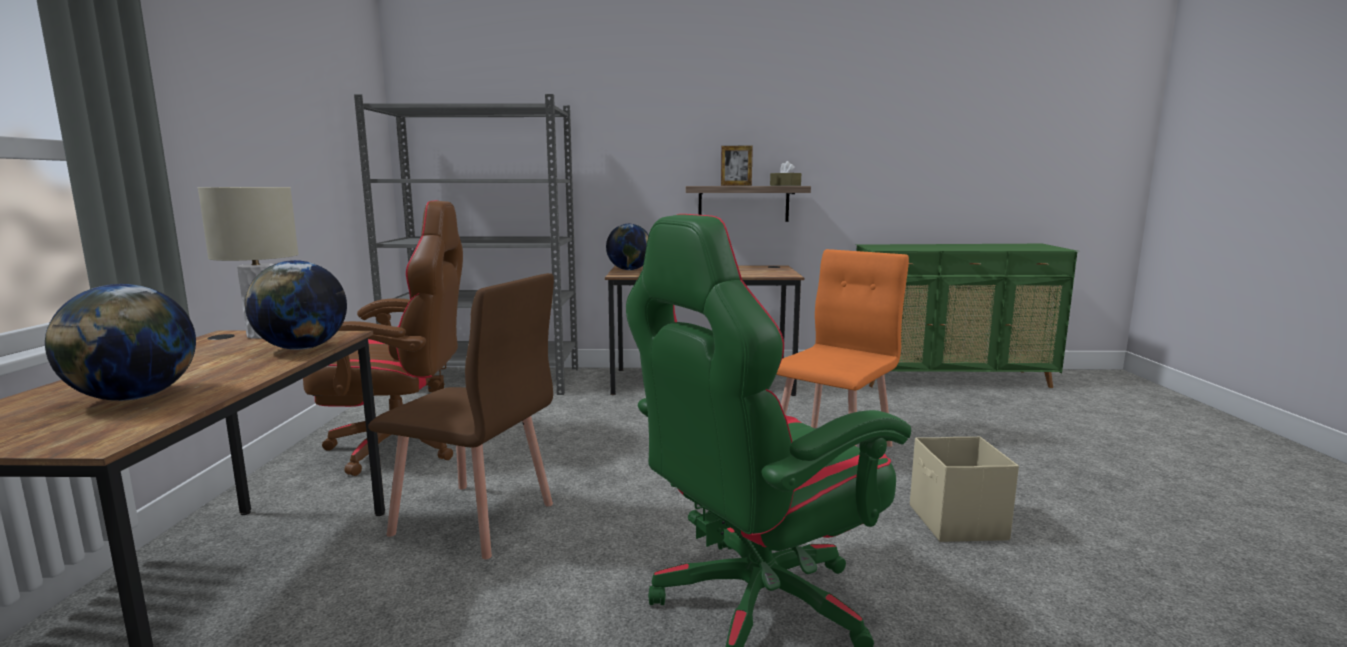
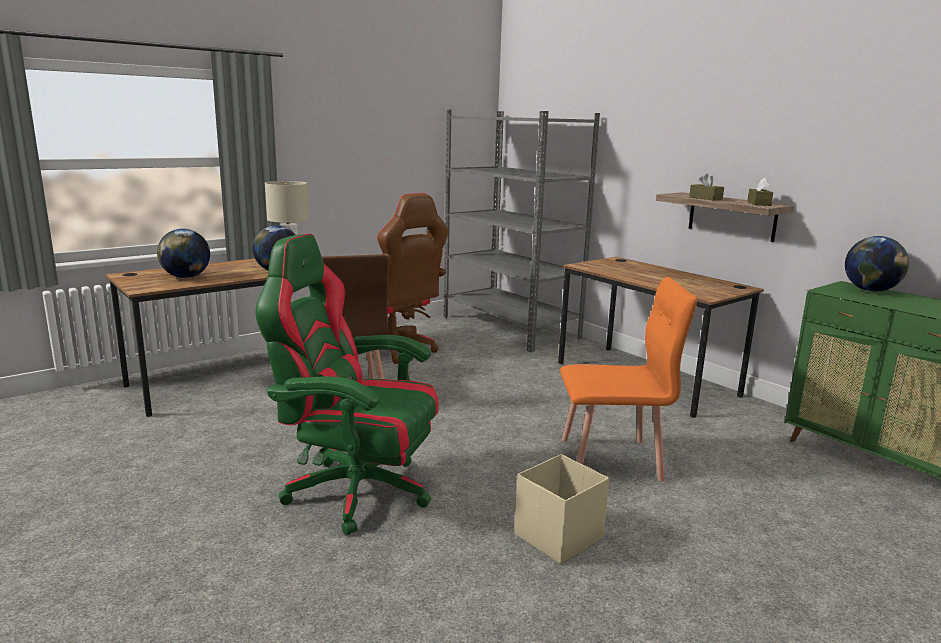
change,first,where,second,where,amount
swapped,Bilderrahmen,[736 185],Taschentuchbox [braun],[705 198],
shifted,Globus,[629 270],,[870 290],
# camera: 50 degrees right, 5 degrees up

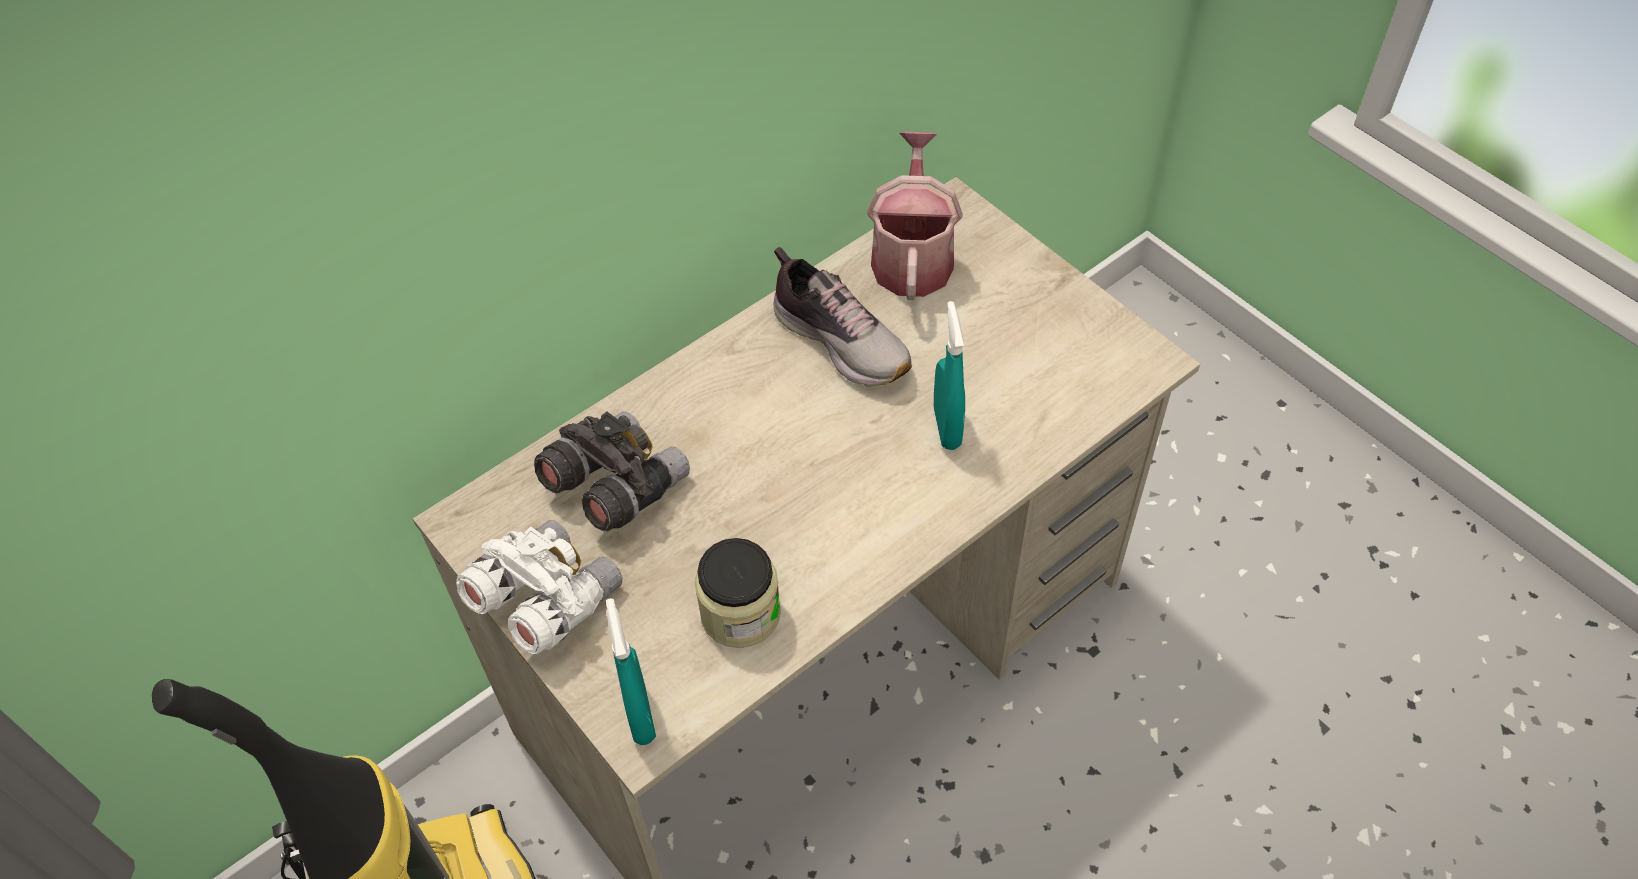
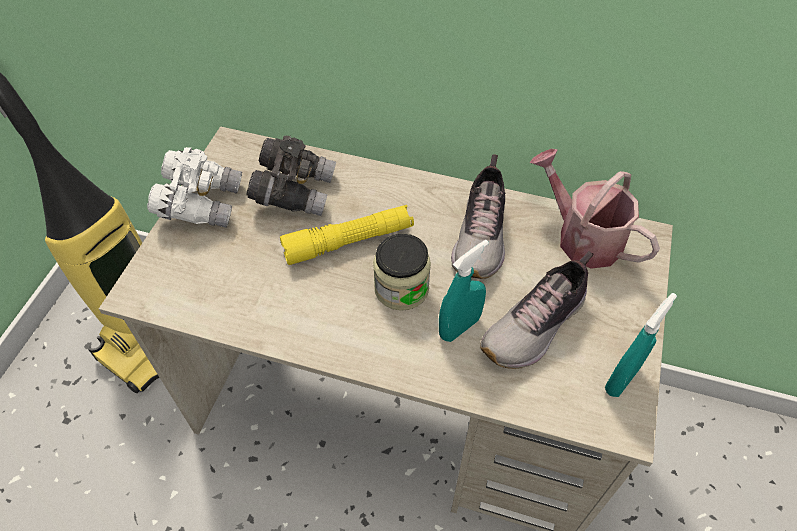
change,first,where,second,where,amount
new,,,Taschenlampe [gelb],[349 242],
shifted,Vorratsglas,[740 613],,[401 288],
new,,,Schuh,[536 326],
rotated,Gießkanne,[912 256],,[582 236],105 degrees counterclockwise
shifted,Sprühflasche [türkis],[640 715],,[621 379],
# camera: 55 degrees right, 0 degrees up

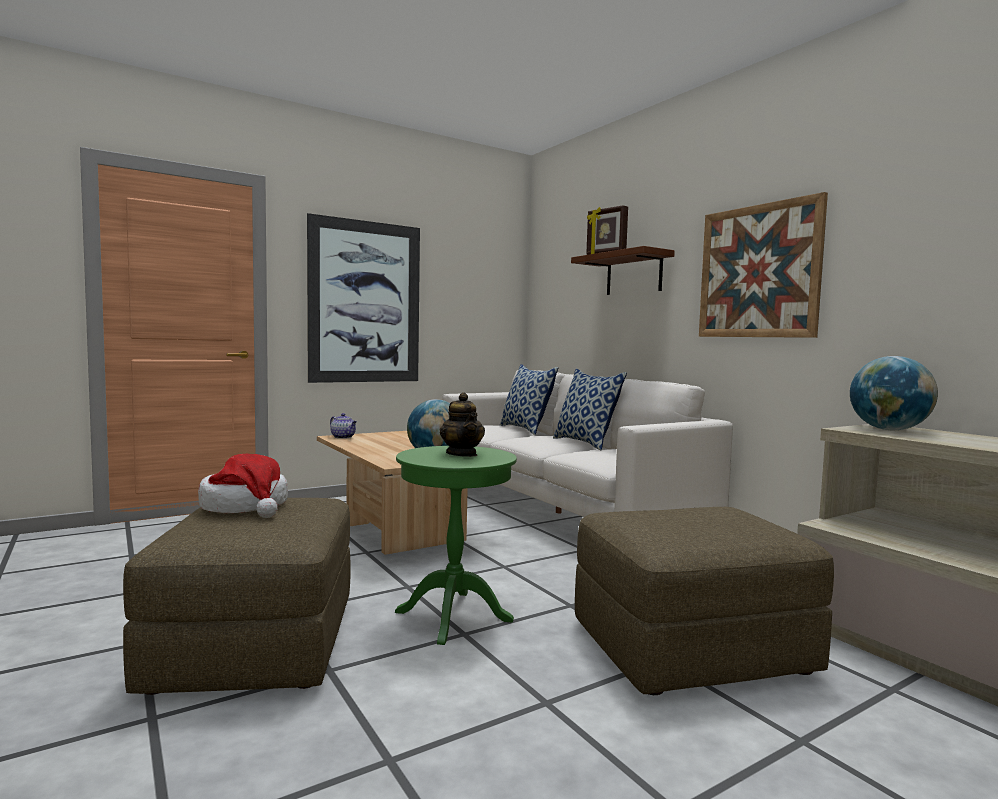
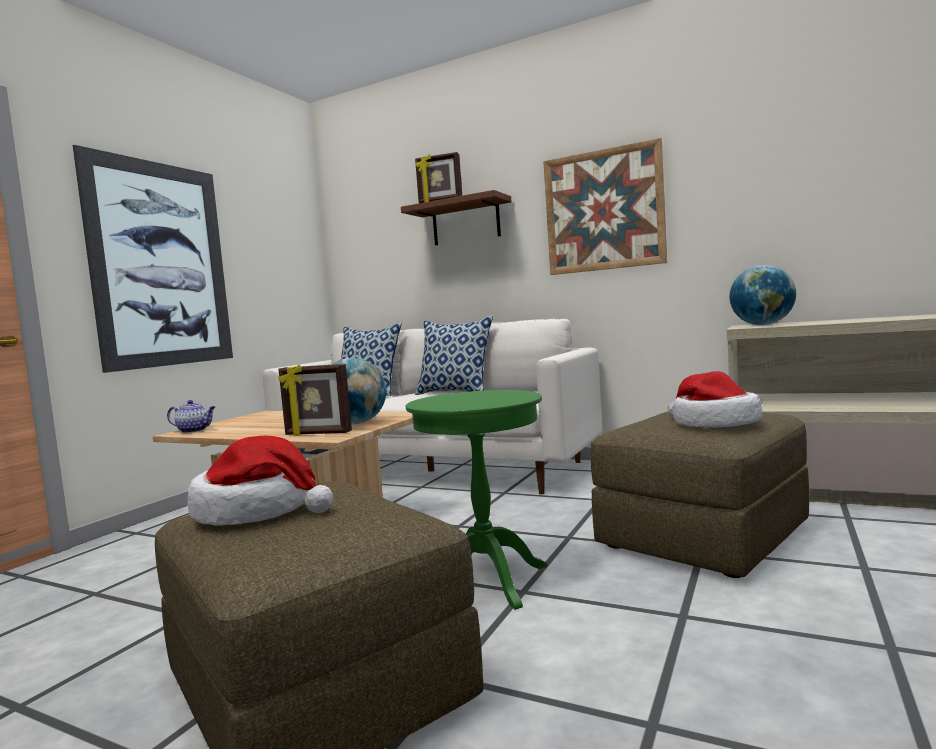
change,first,where,second,where,amount
new,,,Bilderrahmen,[318 434],
new,,,Hut,[713 423],
gone,Teekanne,[462 454],,,
# camera: 30 degrees left, 0 degrees up

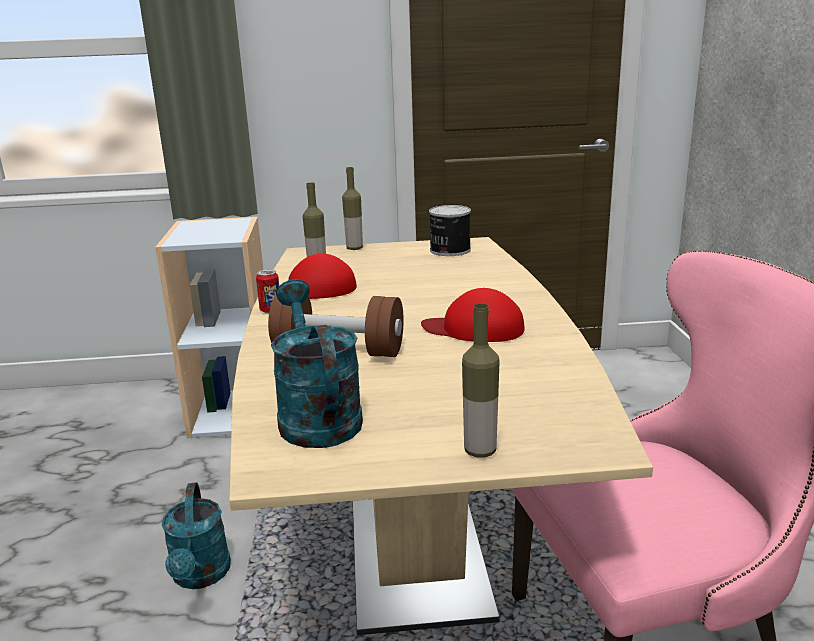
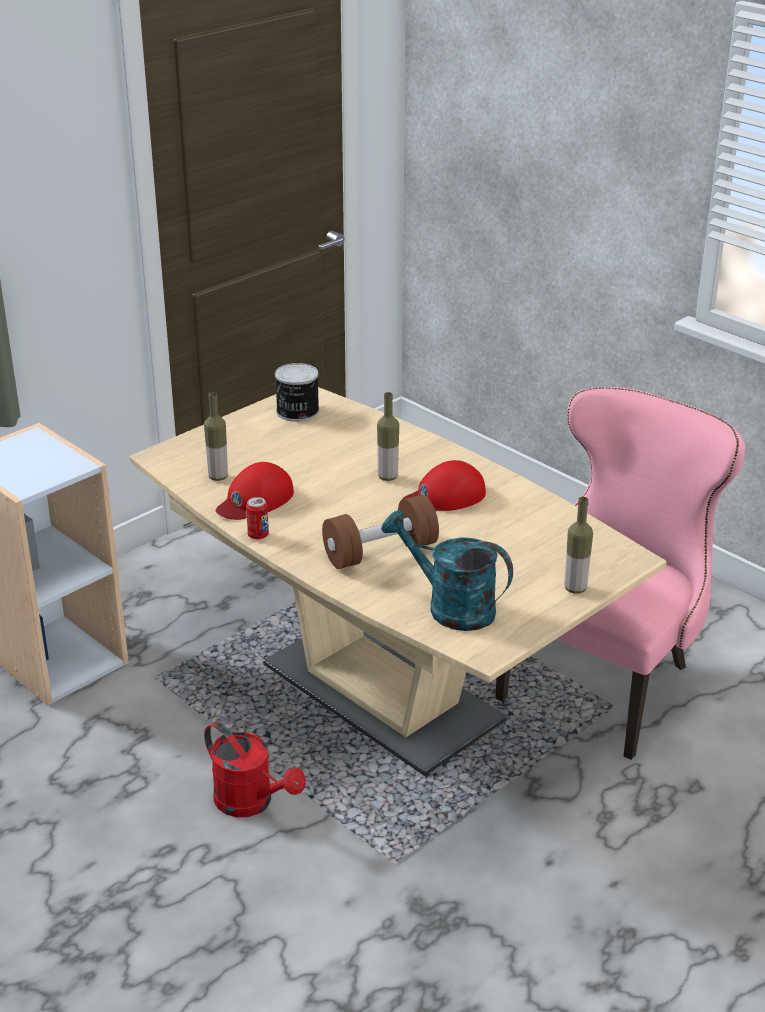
change,first,where,second,where,amount
repainted,Gießkanne [türkis],[200 576],Gießkanne [rot],[251 802],
shifted,Flasche,[354 248],,[387 477],
# camera: 40 degrees left, 10 degrees up

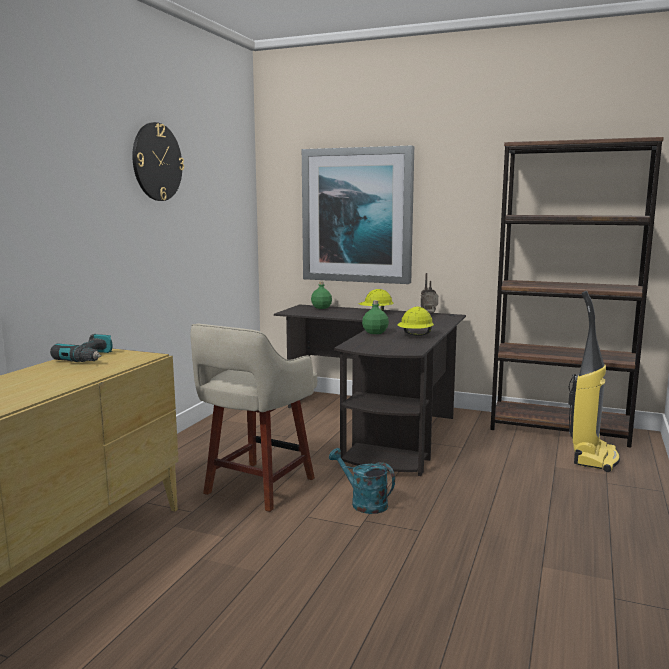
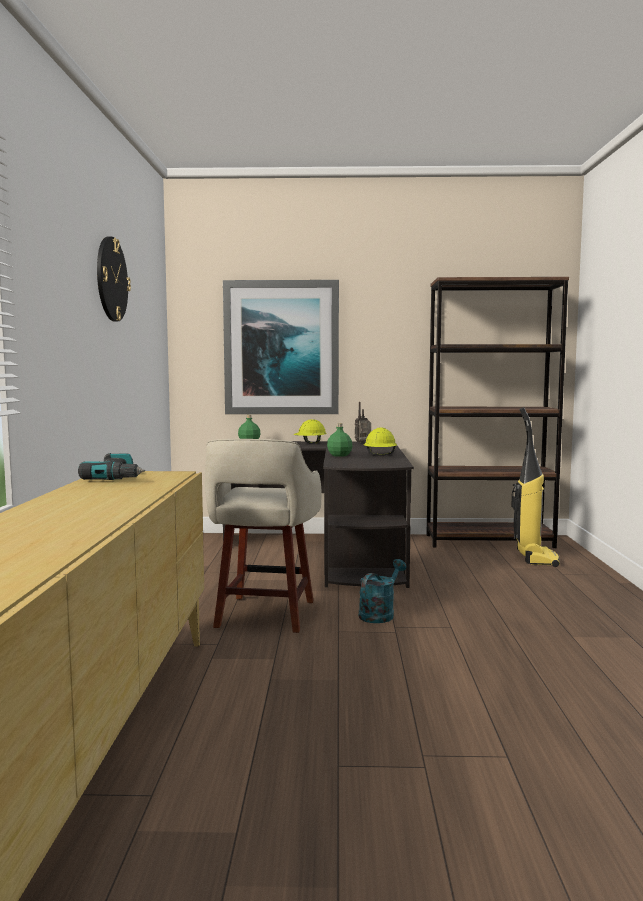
change,first,where,second,where,amount
rotated,Gießkanne [türkis],[363 503],,[379 614],105 degrees clockwise
# camera: 20 degrees left, 5 degrees down

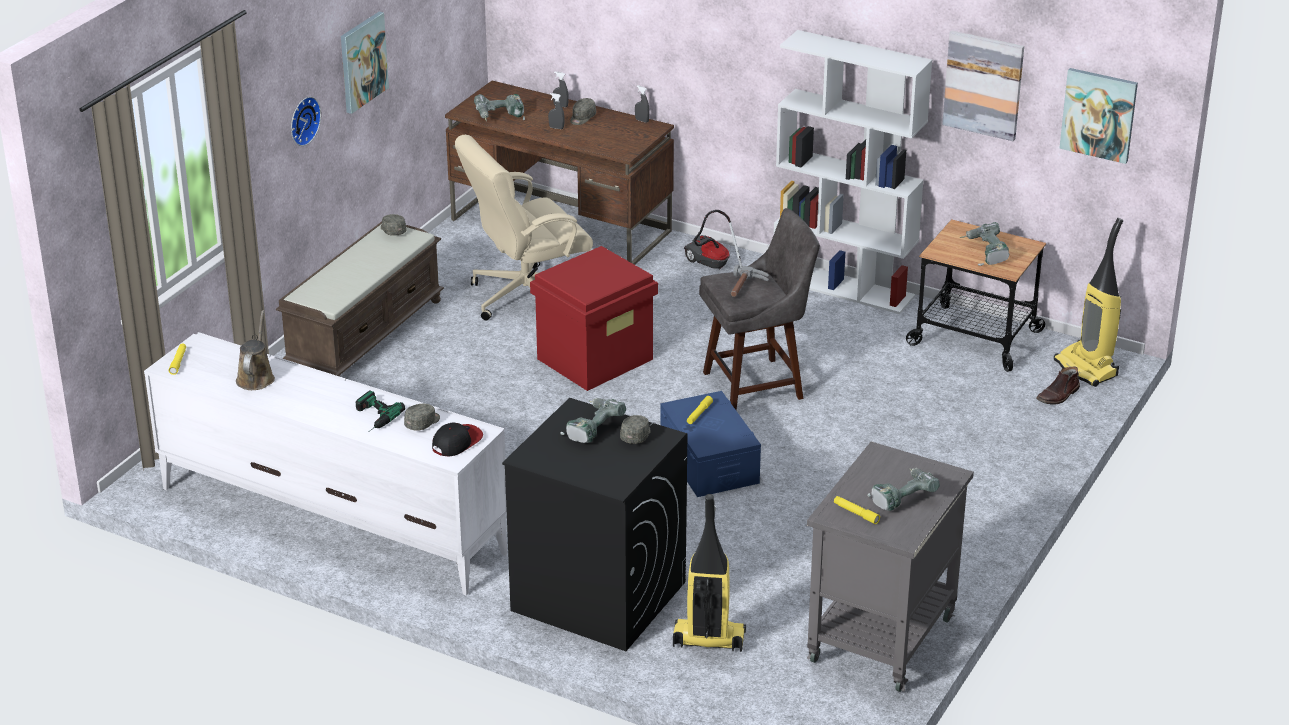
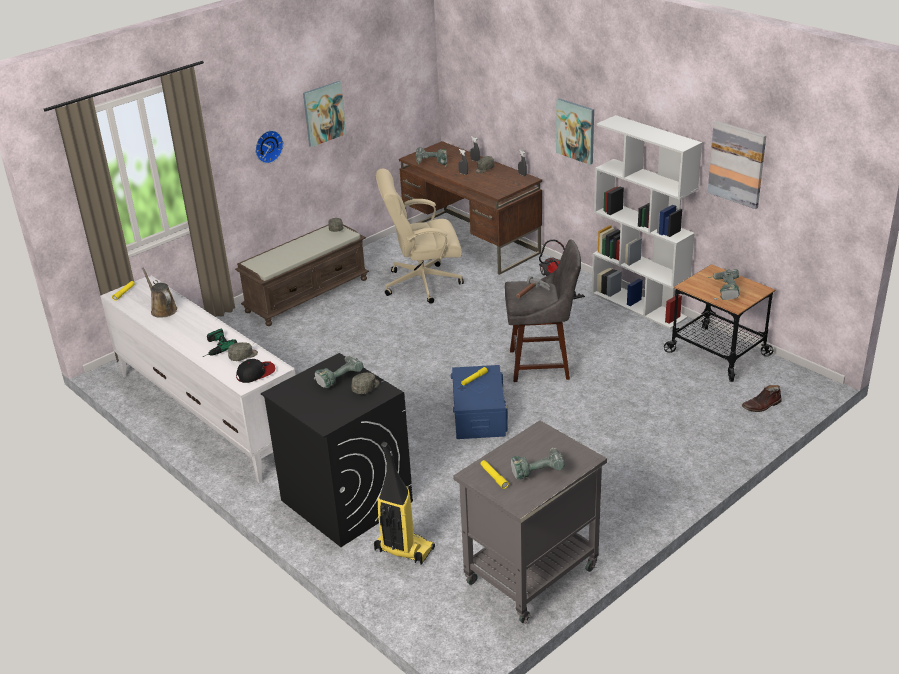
change,first,where,second,where,amount
rotated,Gießkanne [braun],[256 377],,[162 309],60 degrees counterclockwise
shifted,Bild,[1099 114],,[576 131],
gone,Aufbewahrungsbox [rot],[595 358],,,
gone,Staubsauger,[1087 369],,,
# camera: 20 degrees right, 0 degrees up

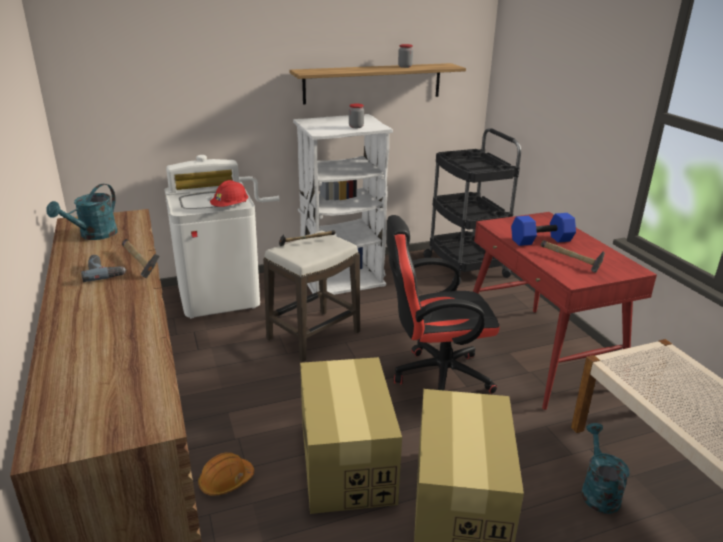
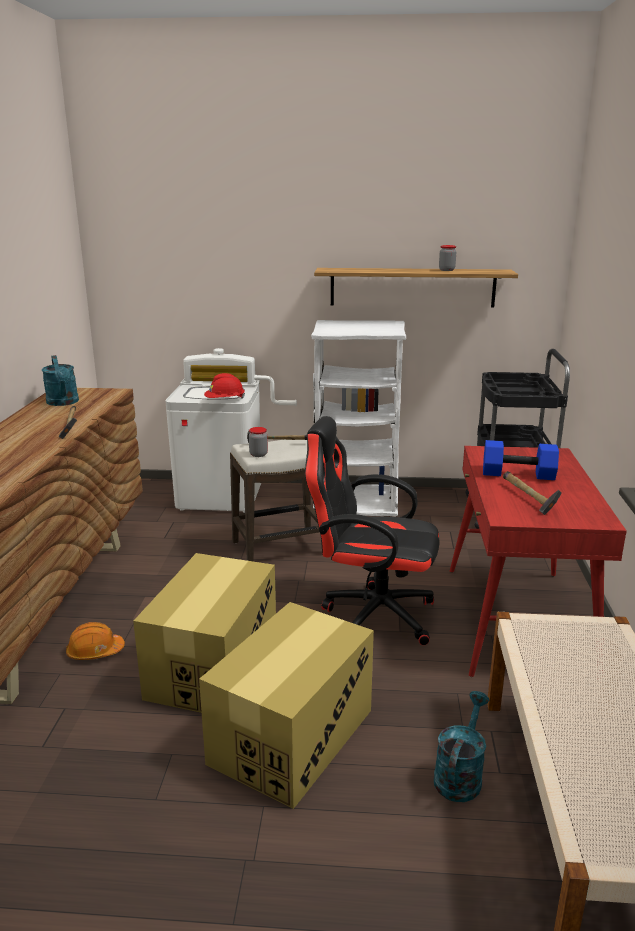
change,first,where,second,where,amount
rotated,Gießkanne [türkis],[93 235],,[63 403],75 degrees counterclockwise
shifted,Vorratsglas,[356 127],,[258 454],
gone,Bohrmaschine,[104 271],,,
# camera: 25 degrees right, 5 degrees down

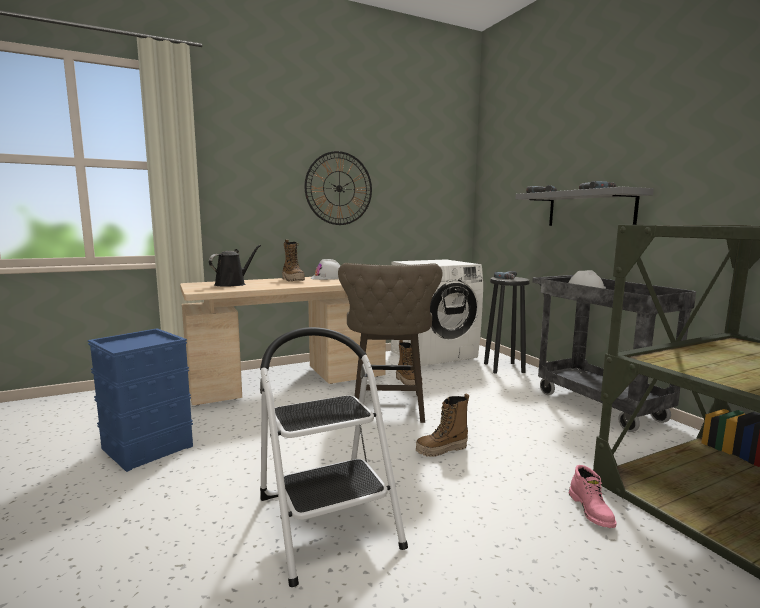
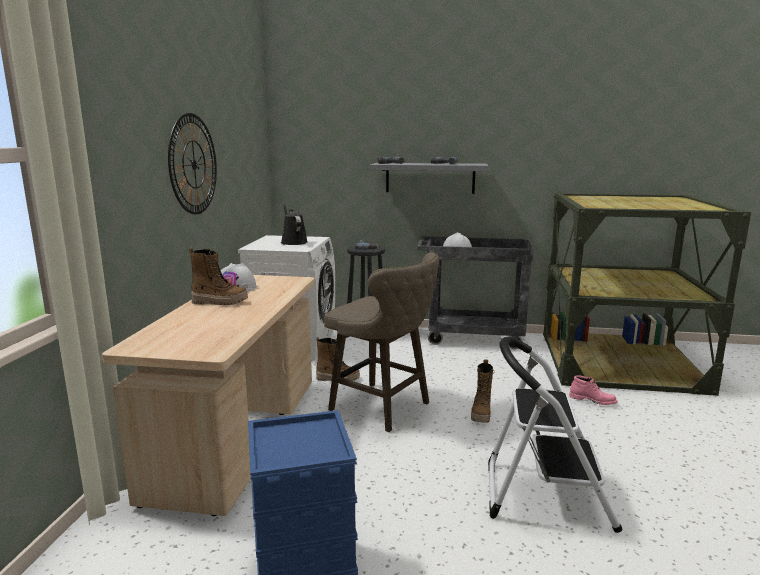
change,first,where,second,where,amount
shifted,Gießkanne [schwarz],[232 284],,[293 242],
# camera: 55 degrees left, 5 degrees up

